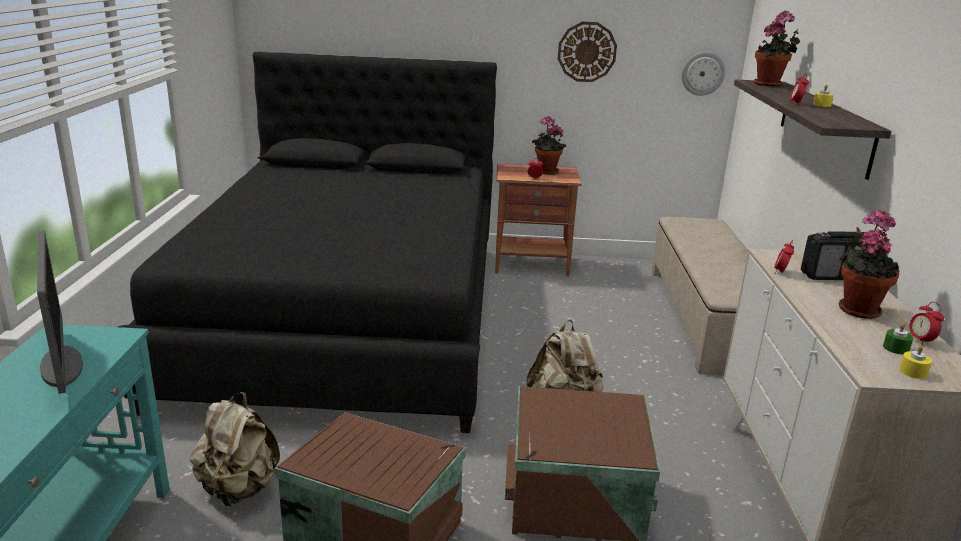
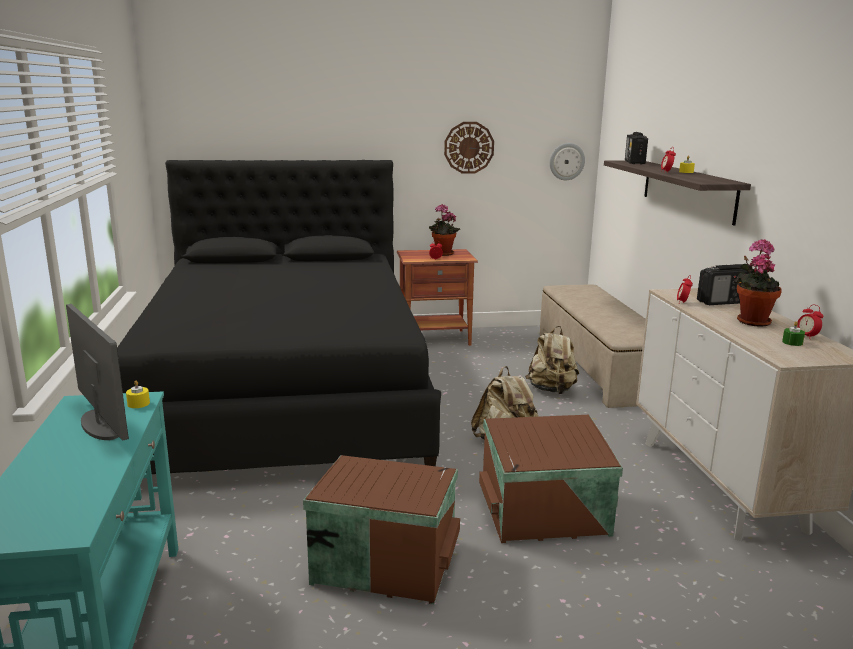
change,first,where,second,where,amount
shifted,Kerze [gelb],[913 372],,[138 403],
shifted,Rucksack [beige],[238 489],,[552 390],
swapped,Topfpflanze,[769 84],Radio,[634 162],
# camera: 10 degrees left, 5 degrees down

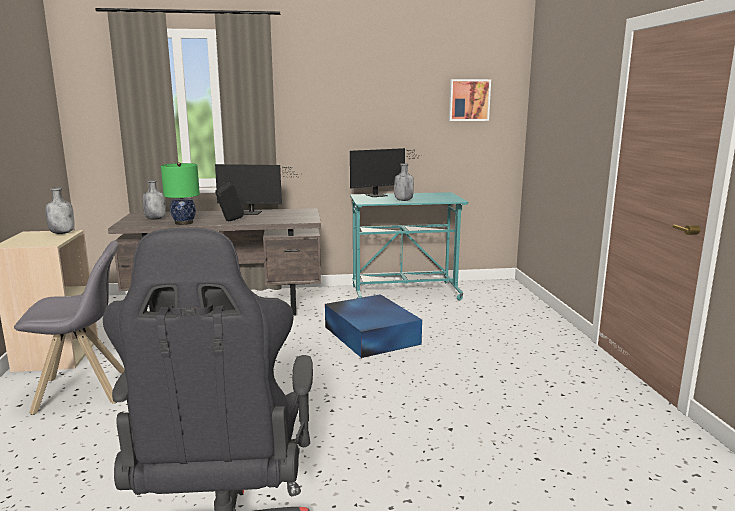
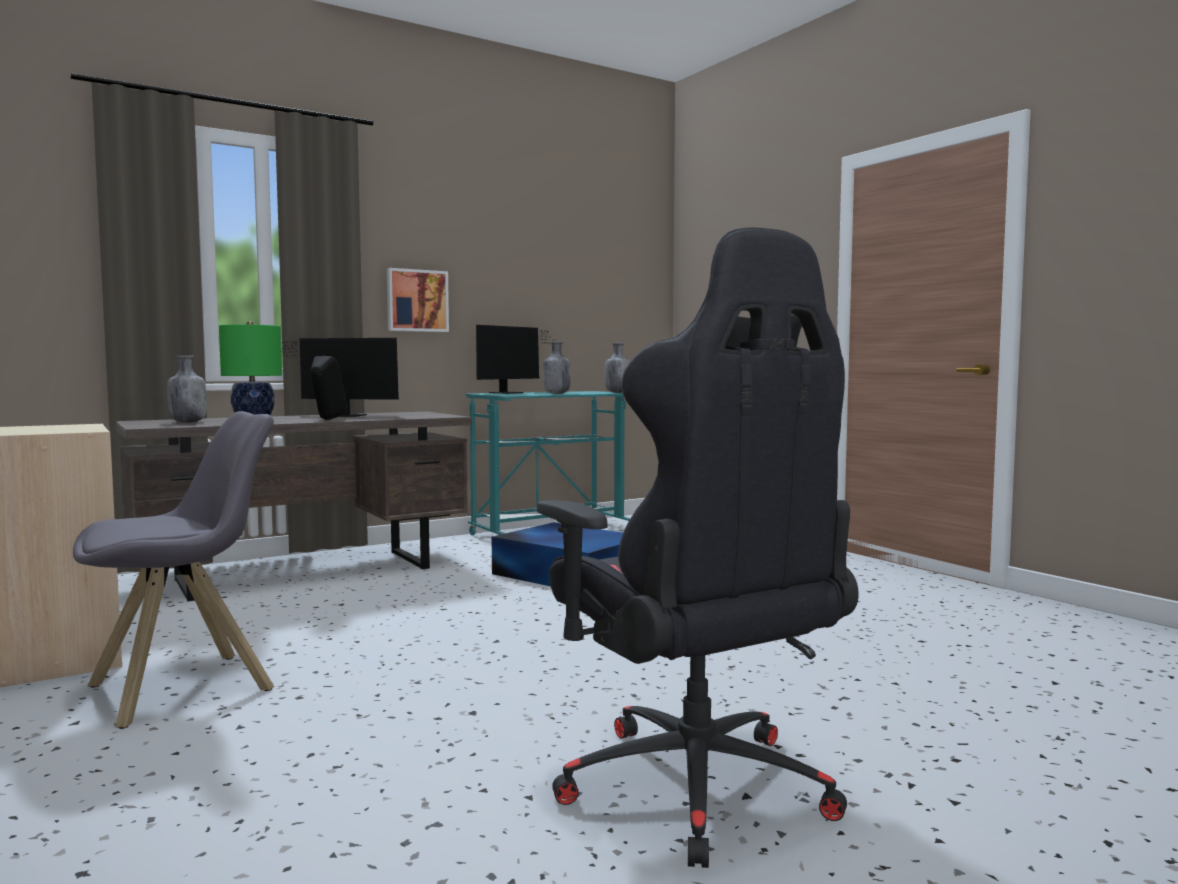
change,first,where,second,where,amount
rotated,Monitor,[254 213],,[343 415],150 degrees counterclockwise
shifted,Bild,[469 100],,[417 300],
shifted,Flasche [grau],[63 233],,[617 392],
# camera: 25 degrees left, 10 degrees down

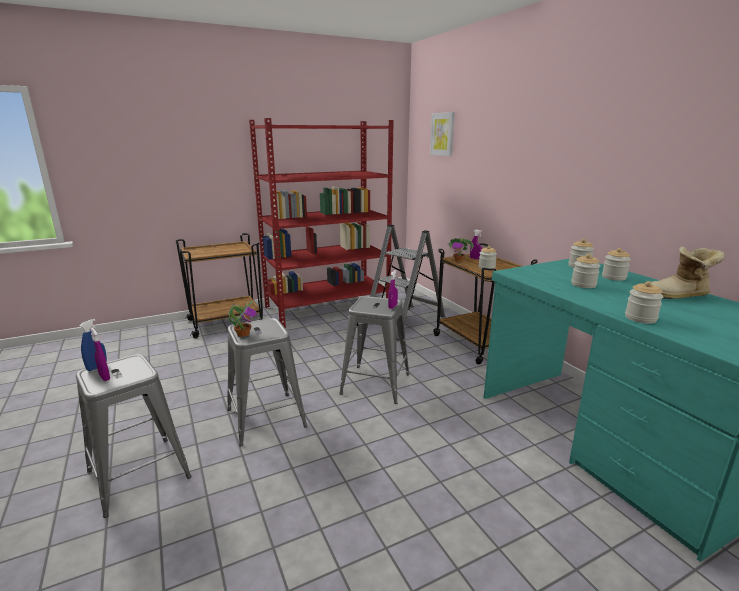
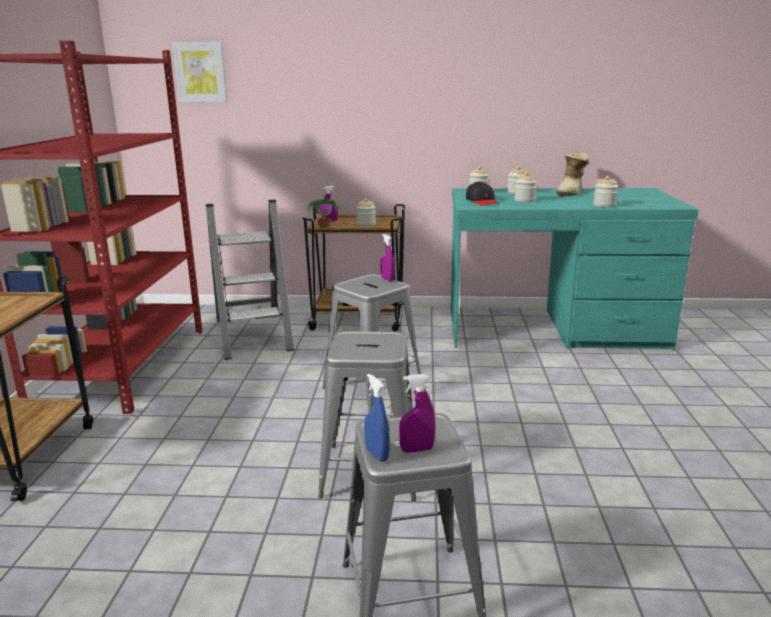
change,first,where,second,where,amount
new,,,Kappe [schwarz],[482 201],
gone,Topfpflanze,[243 334],,,
# camera: 60 degrees left, 0 degrees up

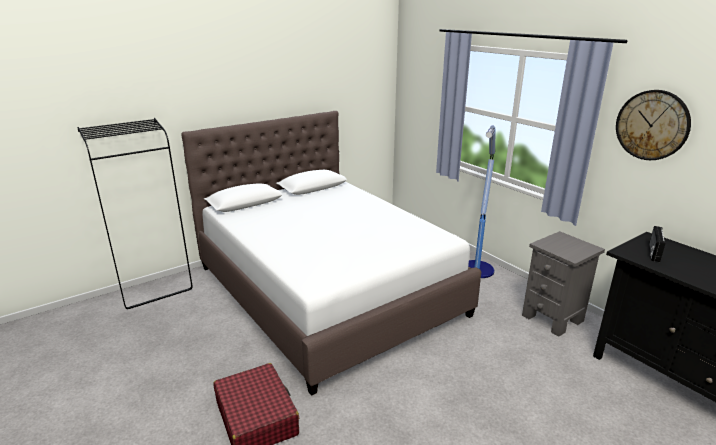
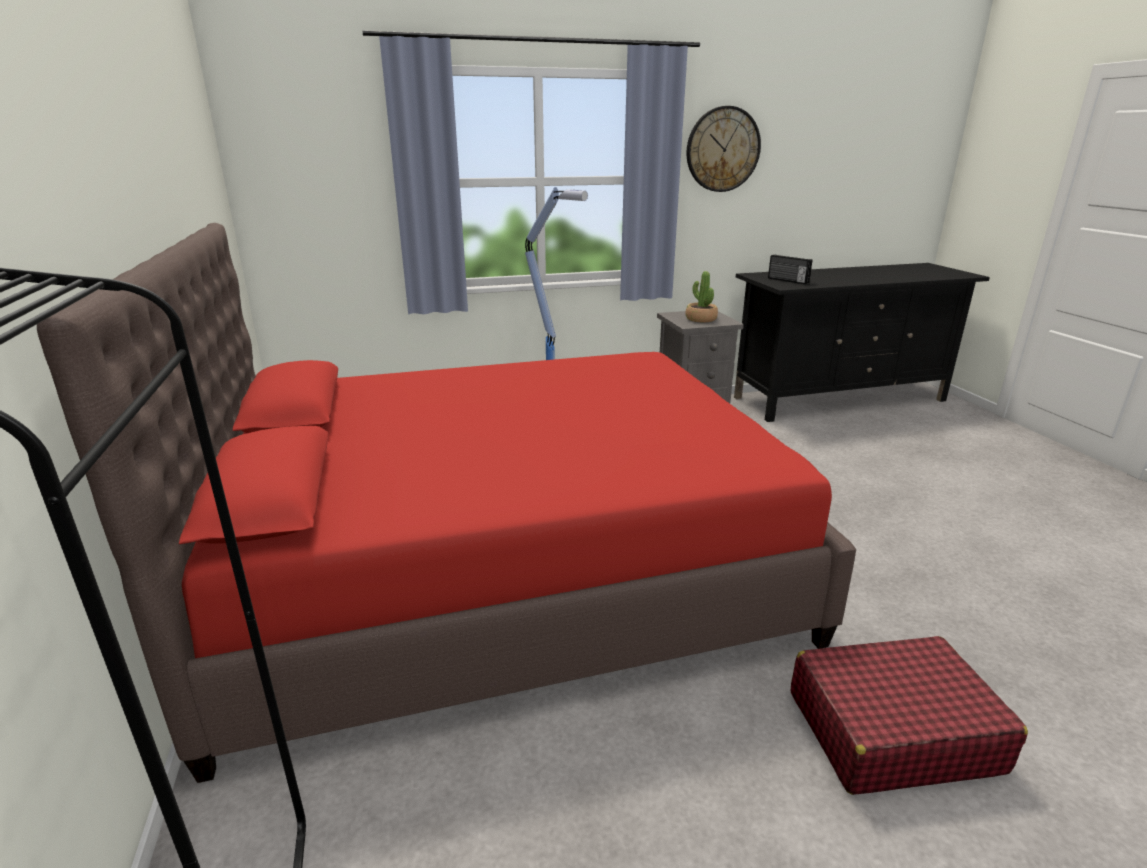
change,first,where,second,where,amount
repainted,Bett [weiß],[327 290],Bett [rot],[506 568],
new,,,Topfpflanze,[701 319],
# camera: 70 degrees left, 0 degrees up

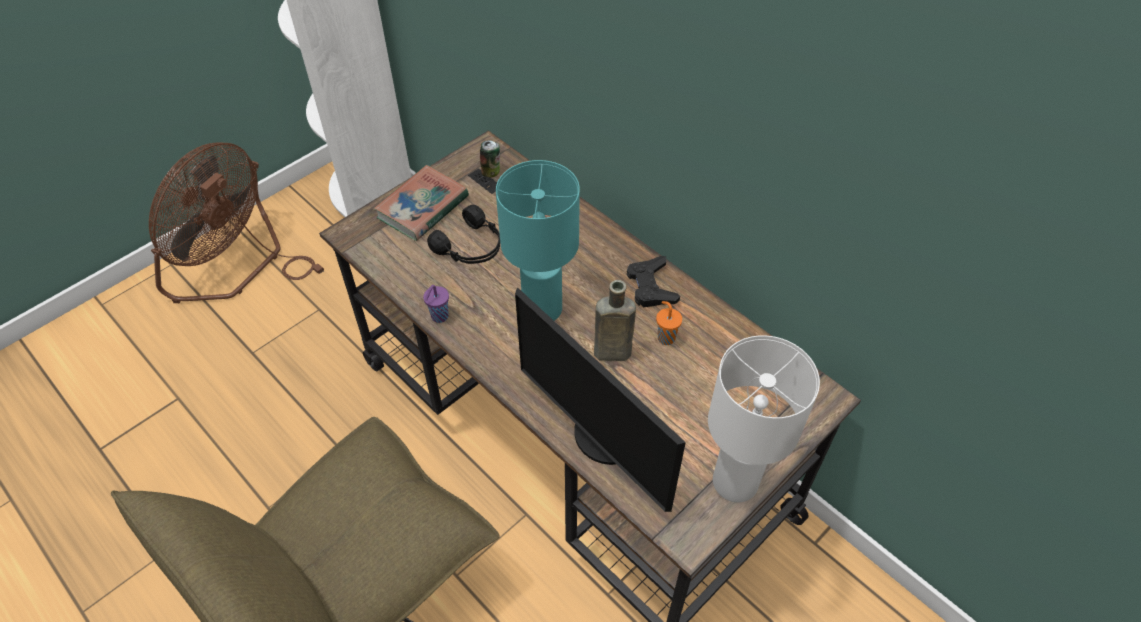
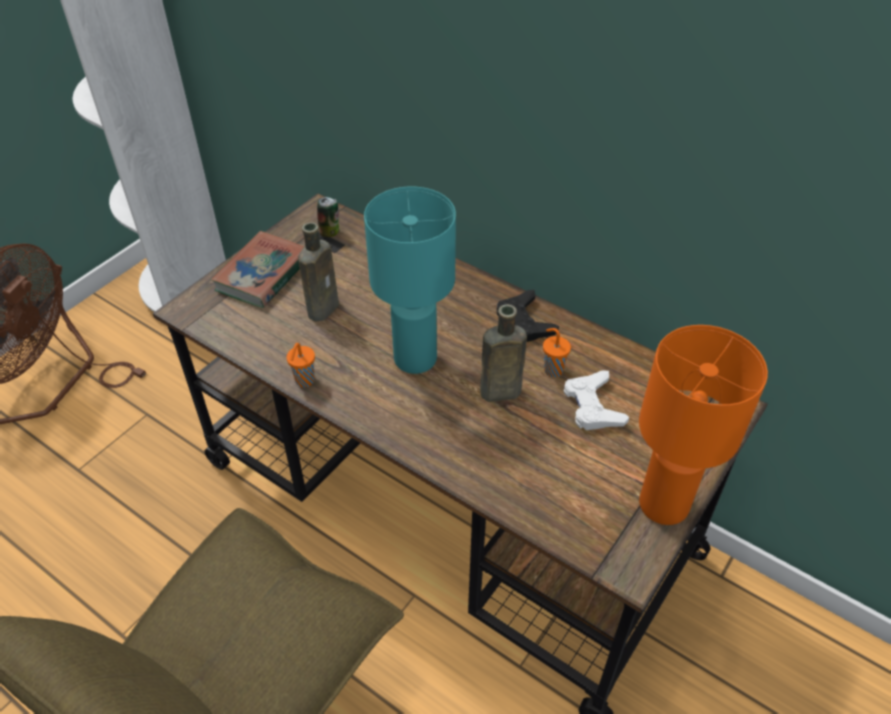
change,first,where,second,where,amount
repainted,Tasse [lila],[439 317],Tasse [orange],[304 381],
swapped,Kopfhörer [schwarz],[471 247],Flasche [braun],[324 307],
new,,,Gamepad [weiß],[592 406],
repainted,Tischlampe [weiß],[736 482],Tischlampe [orange],[665 504],
gone,Monitor,[604 437],,,
# camera: 10 degrees left, 5 degrees down

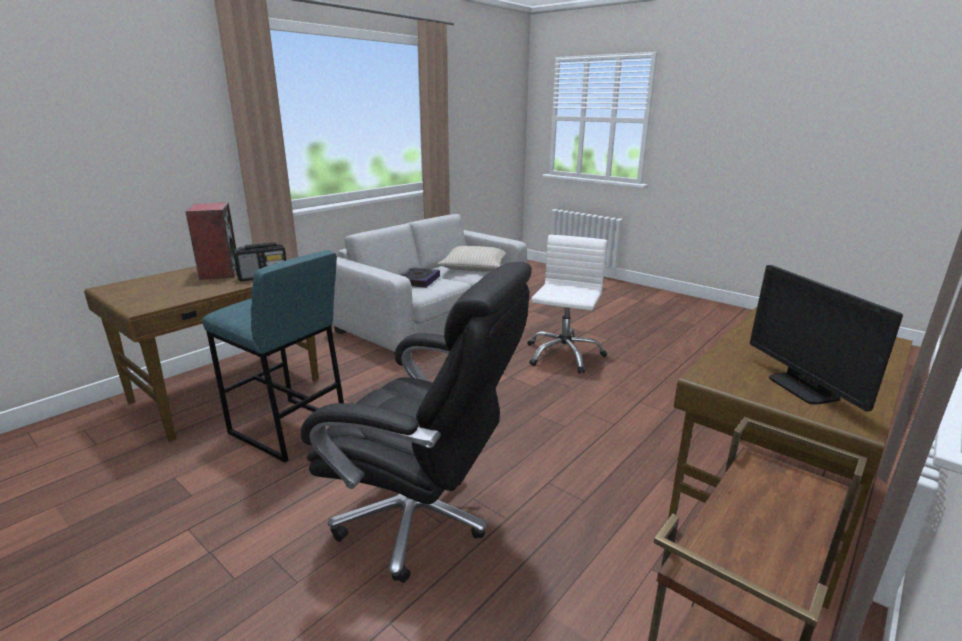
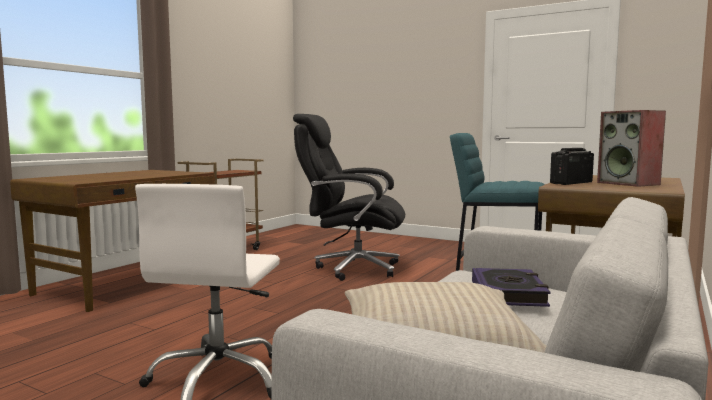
change,first,where,second,where,amount
gone,Monitor,[803 388],,,
# camera: 170 degrees right, 15 degrees down

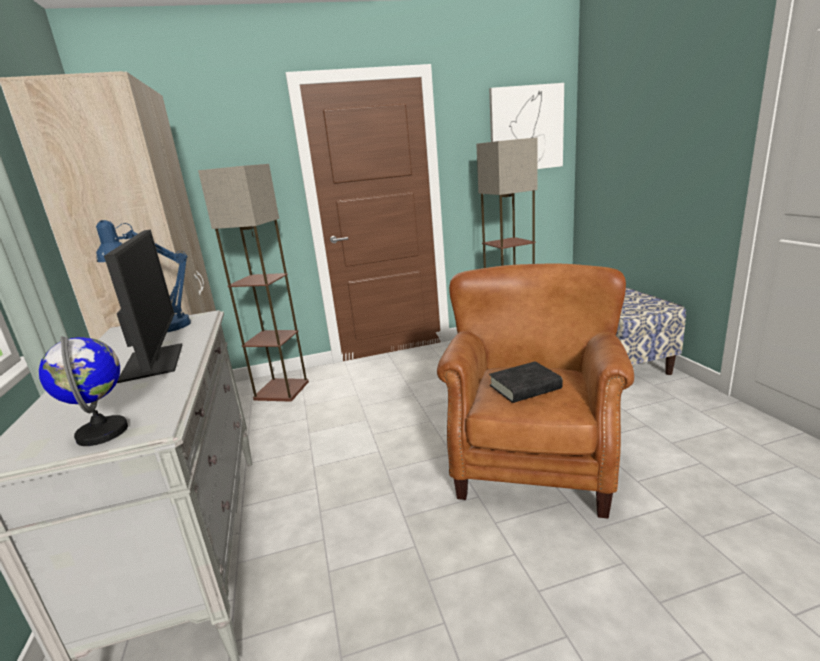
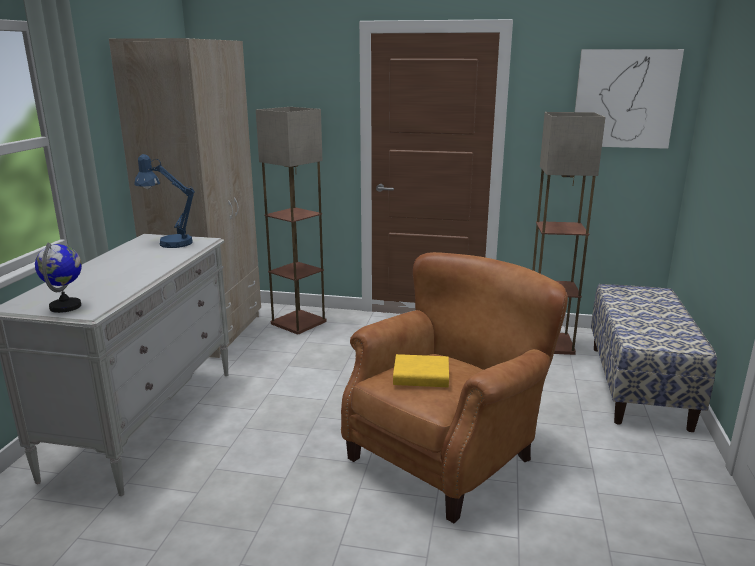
change,first,where,second,where,amount
repainted,Buch [schwarz],[525 387],Buch [gelb],[421 376],
gone,Monitor,[153 361],,,
# camera: 25 degrees right, 0 degrees up

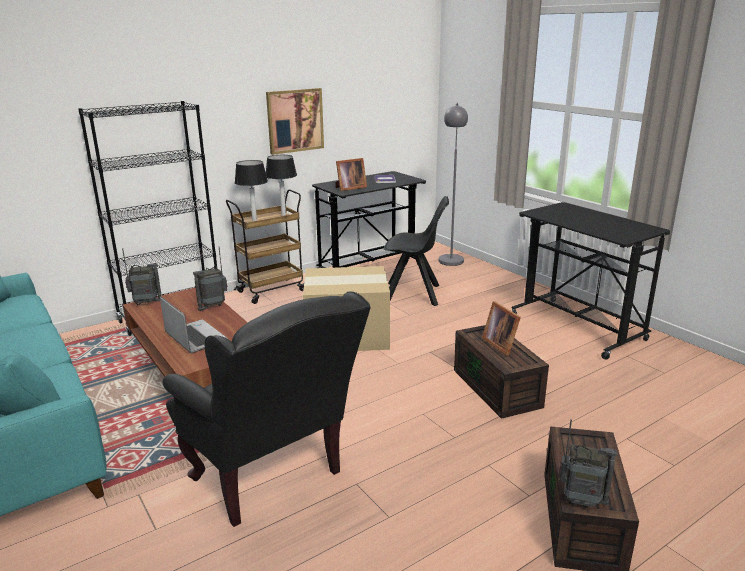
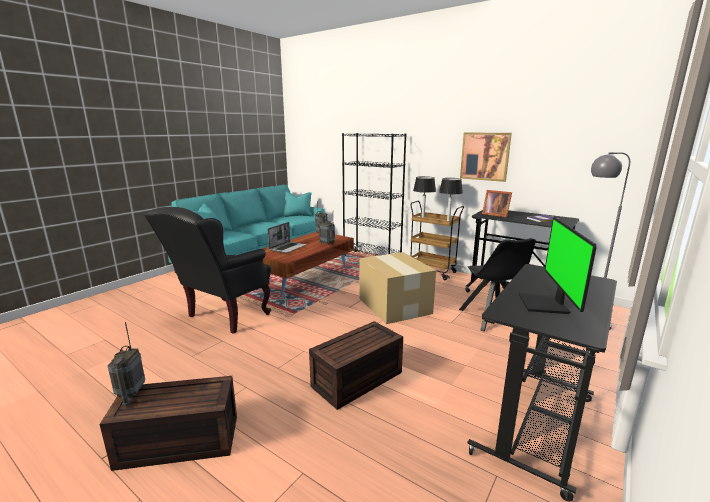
change,first,where,second,where,amount
new,,,Monitor,[546 304],
gone,Bilderrahmen,[501 344],,,
# camera: 70 degrees right, 5 degrees down

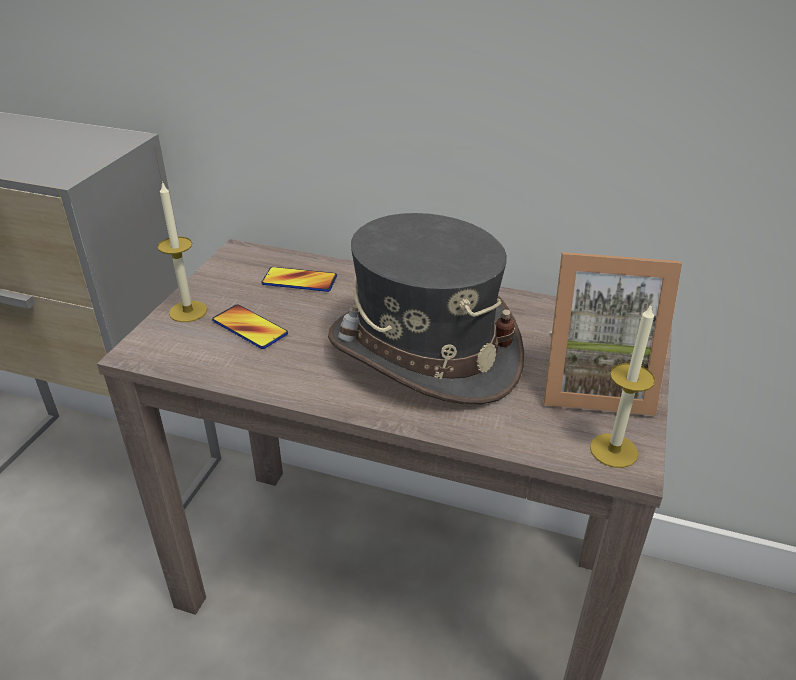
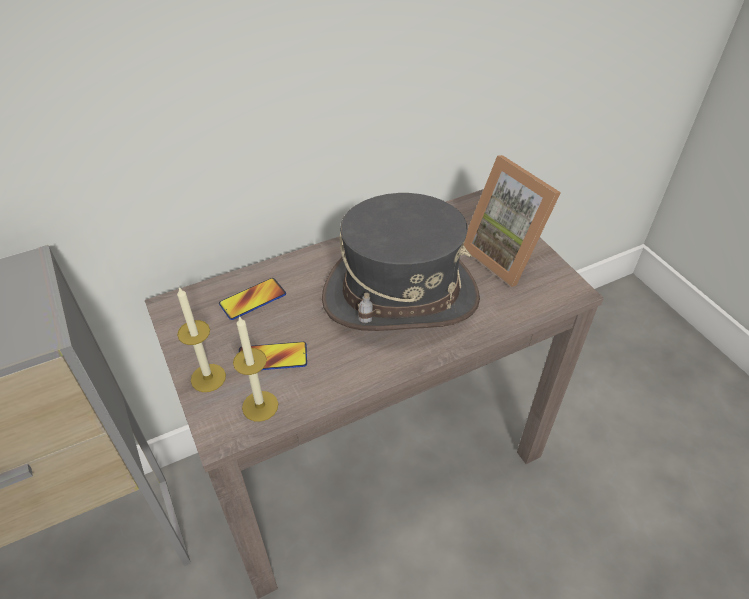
change,first,where,second,where,amount
shifted,Kerze,[613 450],,[260 406],
rotated,Bilderrahmen,[595 384],,[506 255],90 degrees clockwise
# camera: 45 degrees left, 10 degrees up

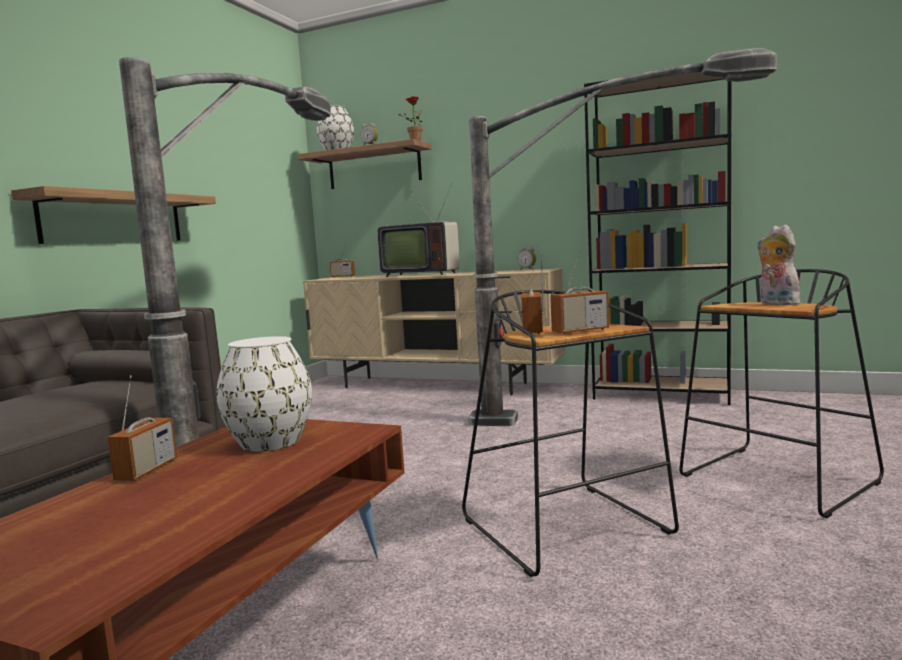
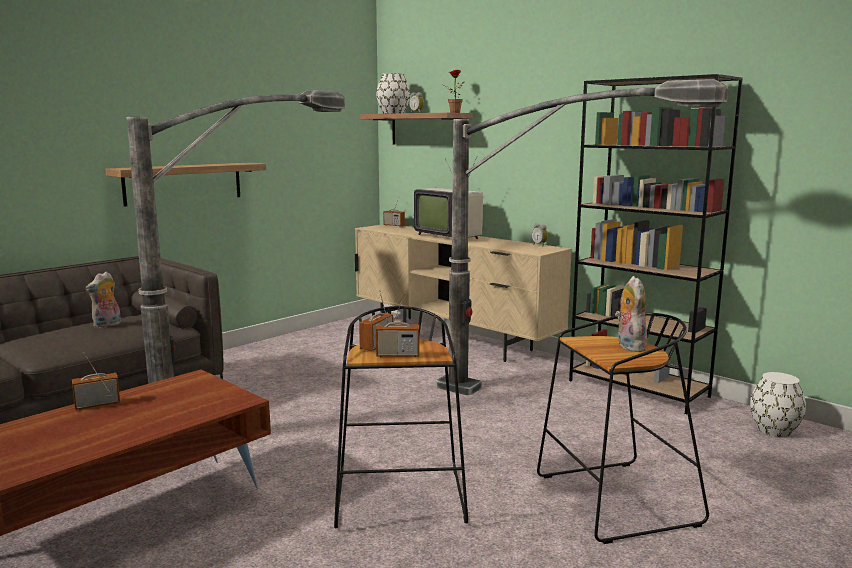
change,first,where,second,where,amount
rotated,Radio,[147 470],,[97 404],150 degrees counterclockwise
new,,,Plüschtier,[107 325],
shifted,Vase [weiß],[271 442],,[775 430],
# camera: 20 degrees right, 5 degrees up

